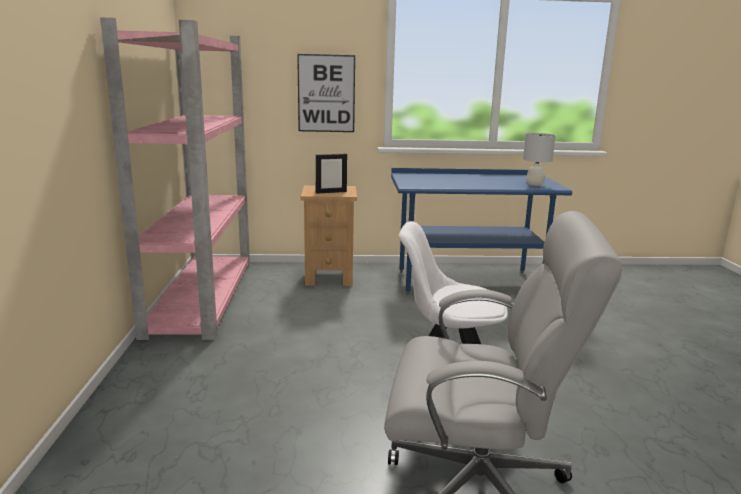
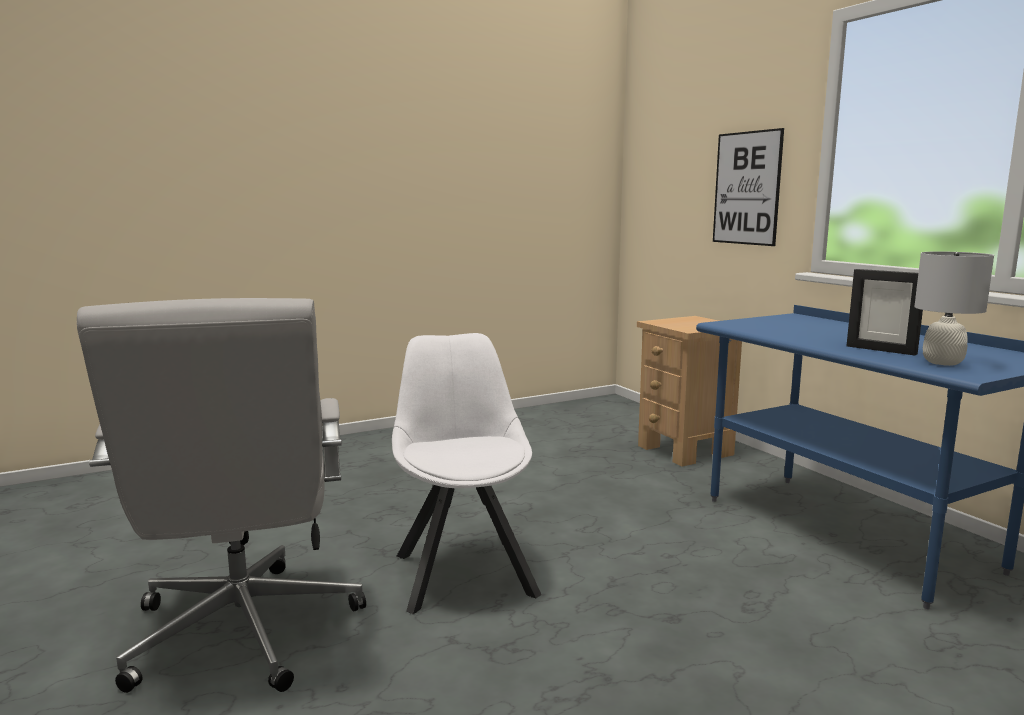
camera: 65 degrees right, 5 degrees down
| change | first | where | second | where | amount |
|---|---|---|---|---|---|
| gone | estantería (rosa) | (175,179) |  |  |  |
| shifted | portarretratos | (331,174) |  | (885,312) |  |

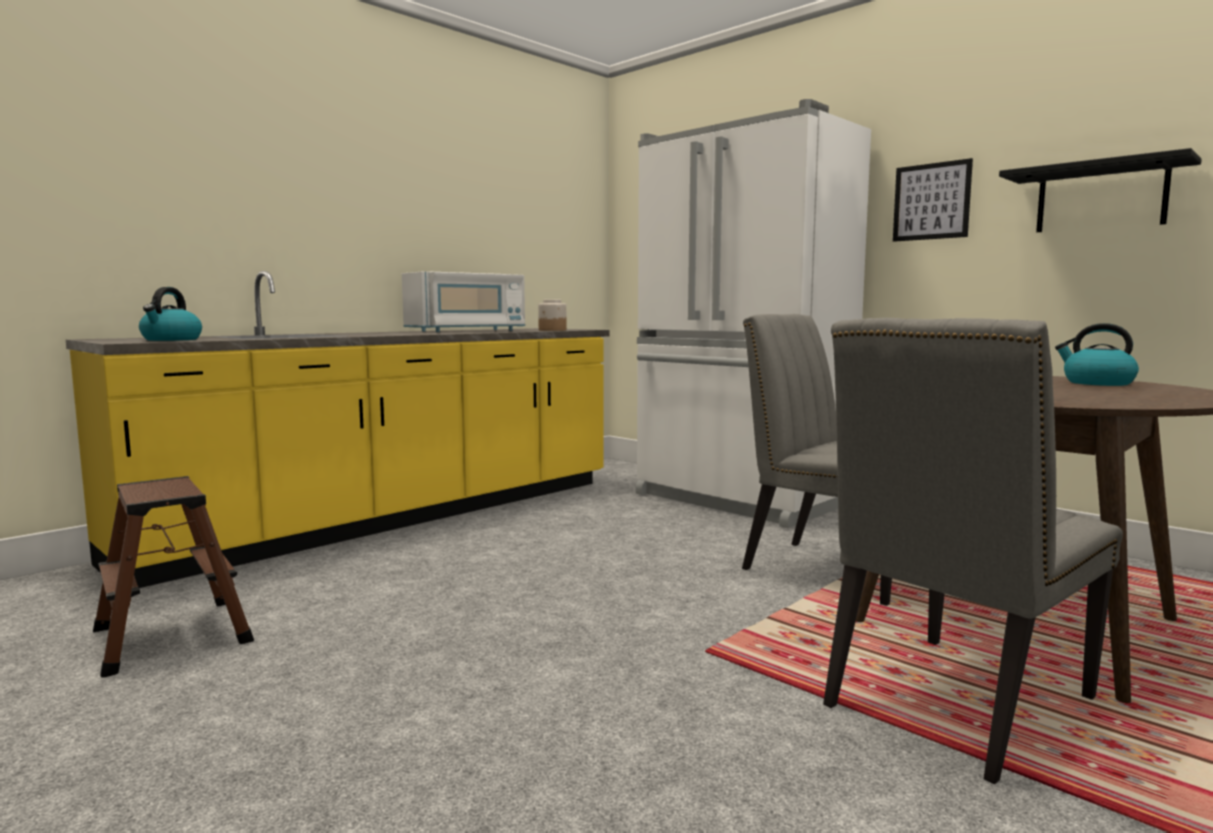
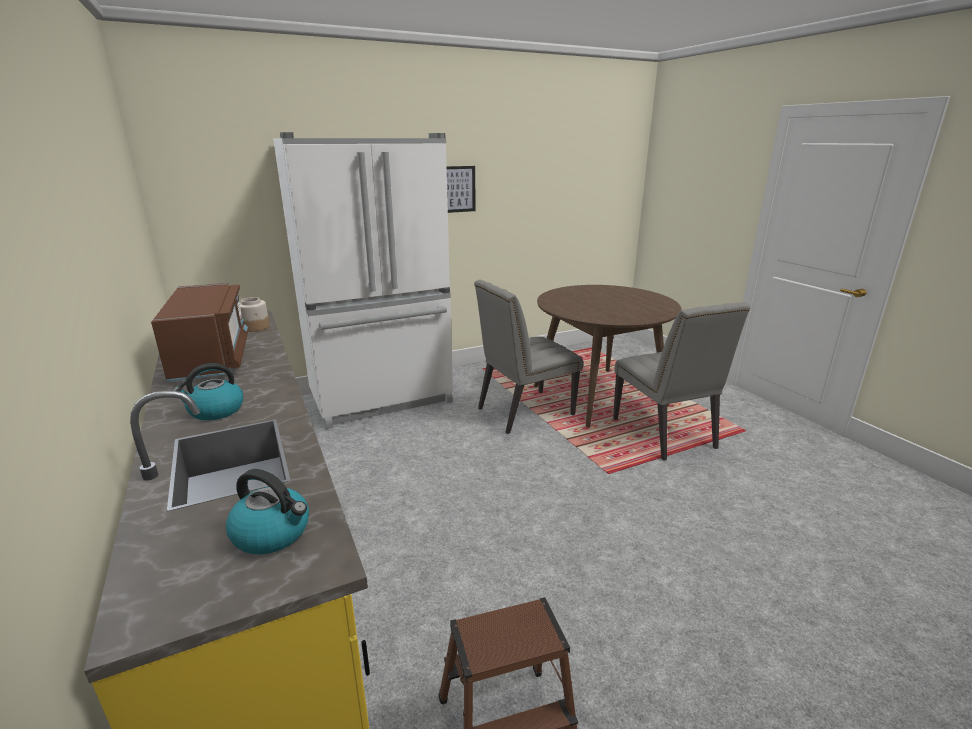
camera: 70 degrees left, 15 degrees up
| change | first | where | second | where | amount |
|---|---|---|---|---|---|
| repainted | microondas (blanco) | (463,302) | microondas (marrón) | (199,332) |  |
| gone | estante (negro) | (1100,190) |  |  |  |
| shifted | hervidor | (1097,354) |  | (208,391) |  |

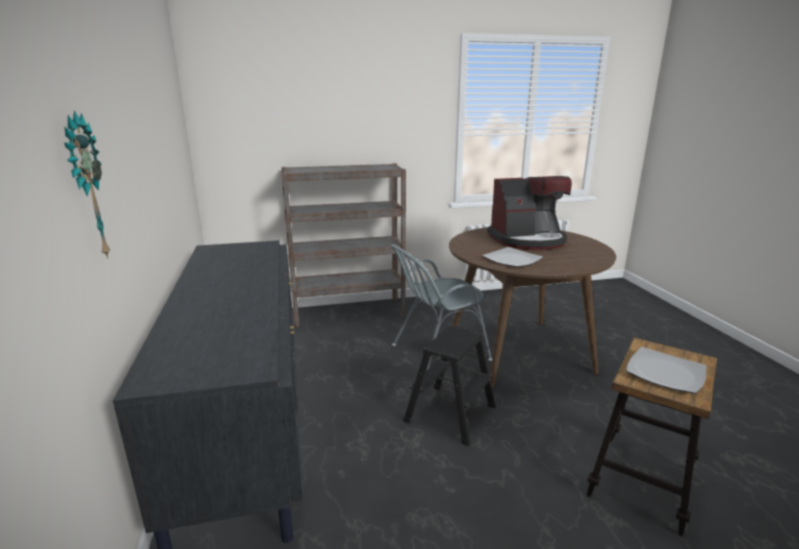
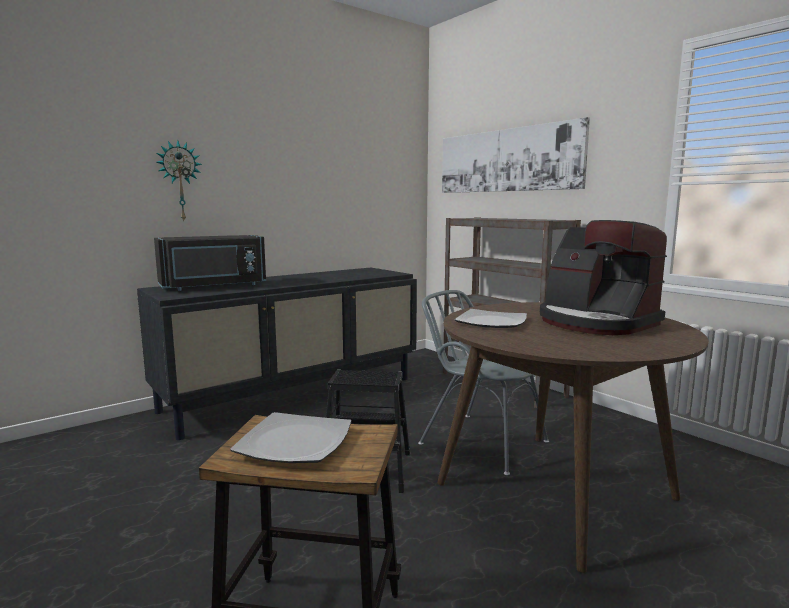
camera: 65 degrees right, 10 degrees down
| change | first | where | second | where | amount |
|---|---|---|---|---|---|
| new |  |  | microondas (negro) | (210,263) |  |
| new |  |  | cuadro | (516,155) |  |

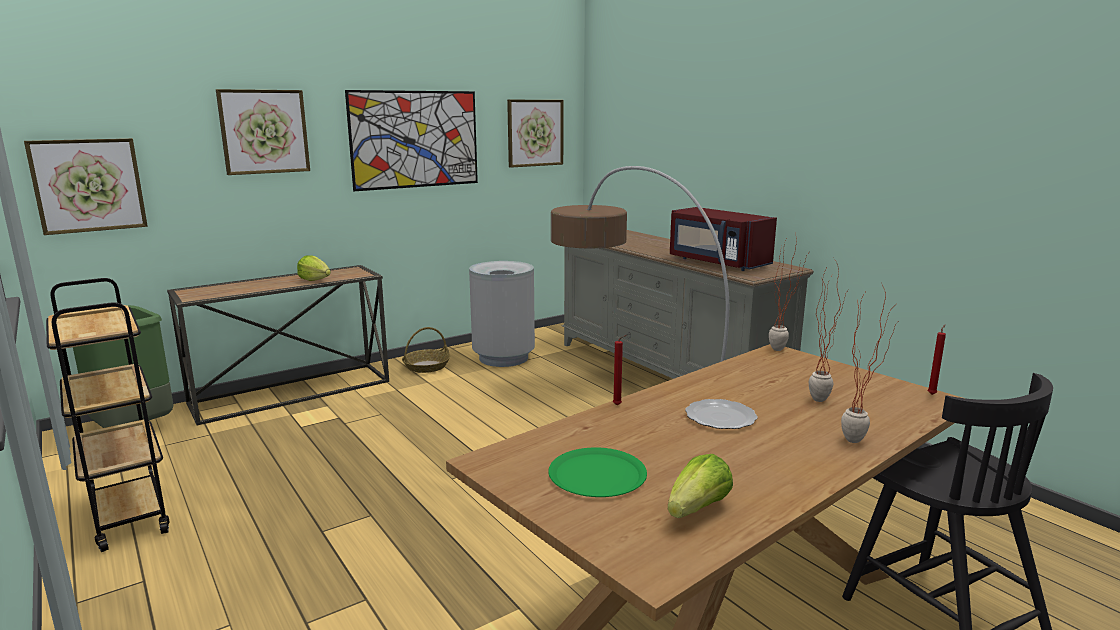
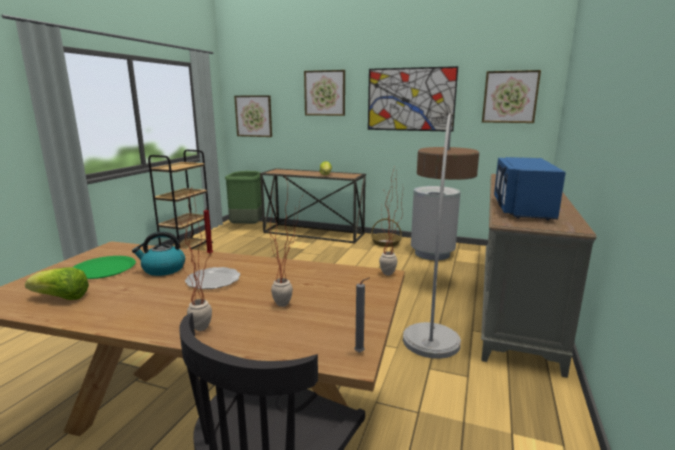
camera: 55 degrees right, 0 degrees up
| change | first | where | second | where | amount |
|---|---|---|---|---|---|
| repainted | microondas (rojo) | (723,239) | microondas (azul) | (530,188) |  |
| repainted | vela (rojo) | (936,360) | vela (gris) | (362,315) |  |
| new |  |  | hervidor | (158,254) |  |

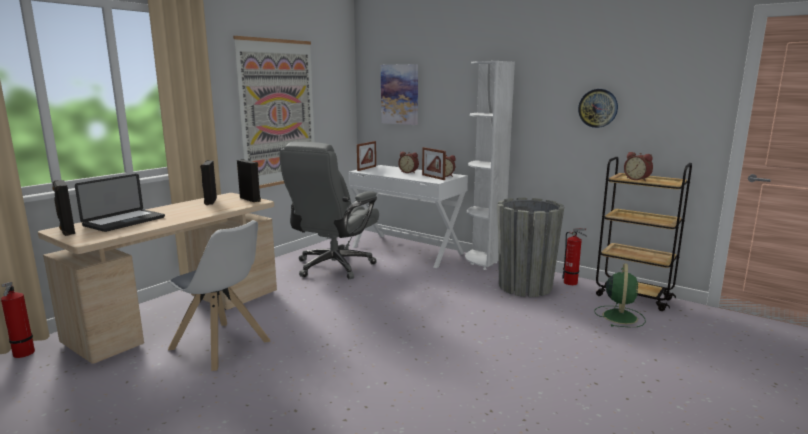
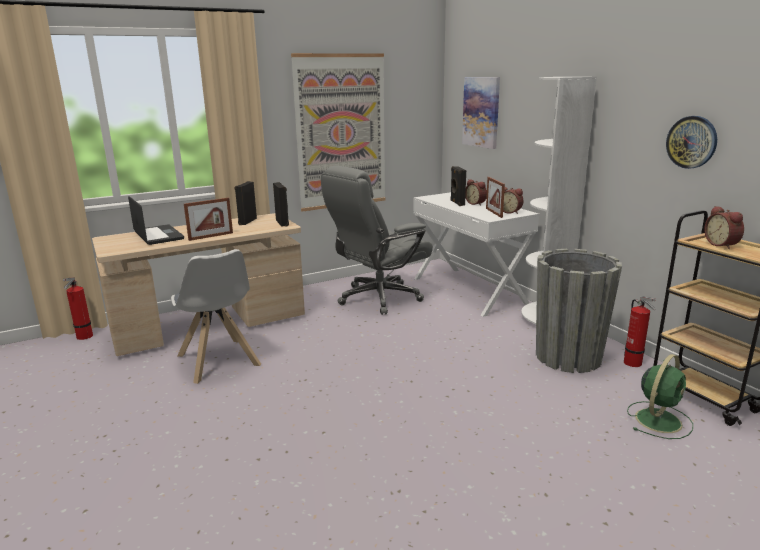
camera: 25 degrees right, 5 degrees up
| change | first | where | second | where | amount |
|---|---|---|---|---|---|
| shifted | altavoz (negro) | (63,208) |  | (458,186) |  |
| rotated | portátil | (120,203) |  | (156,220) | 90 degrees counterclockwise |
| shifted | portarretratos | (366,156) |  | (208,219) |  |

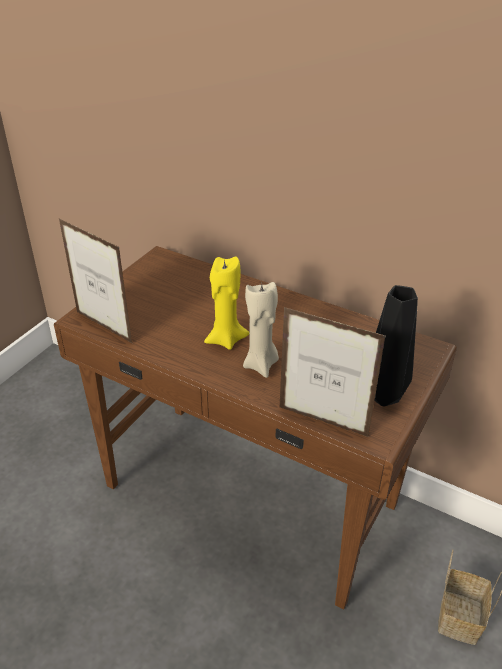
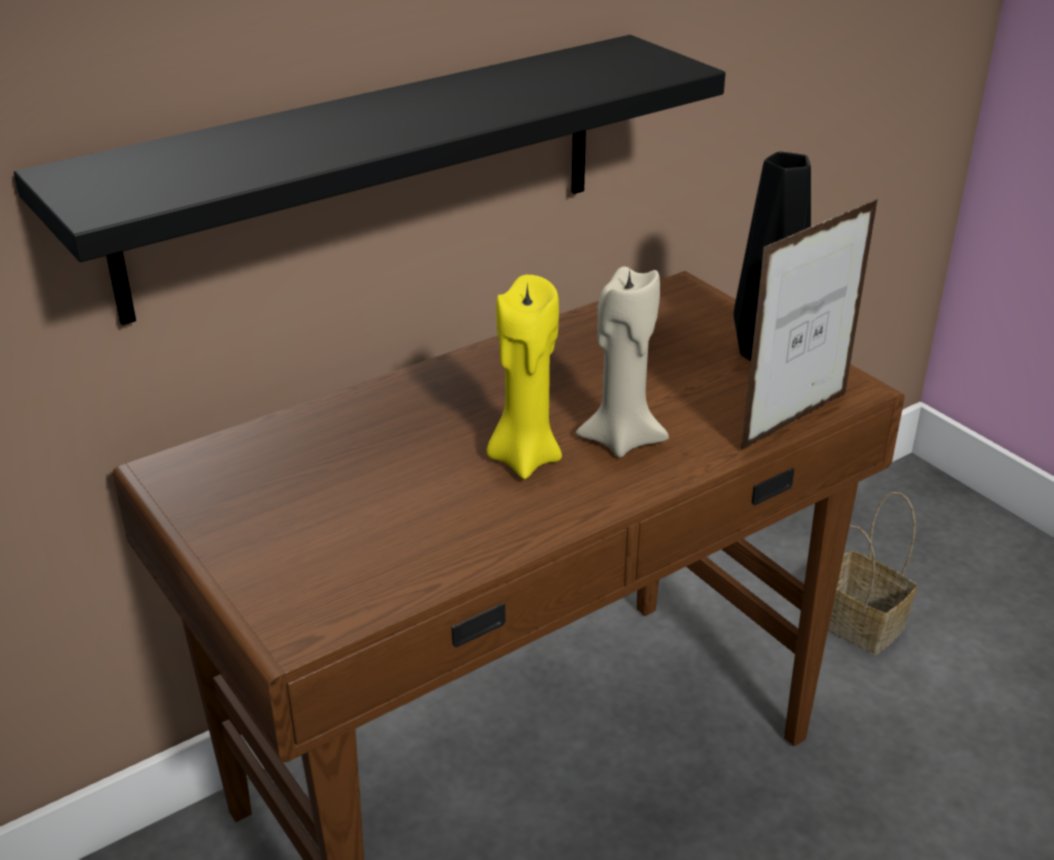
camera: 65 degrees left, 5 degrees down
| change | first | where | second | where | amount |
|---|---|---|---|---|---|
| gone | portarretratos | (95,280) |  |  |  |
| new |  |  | estante (negro) | (369,180) |  |

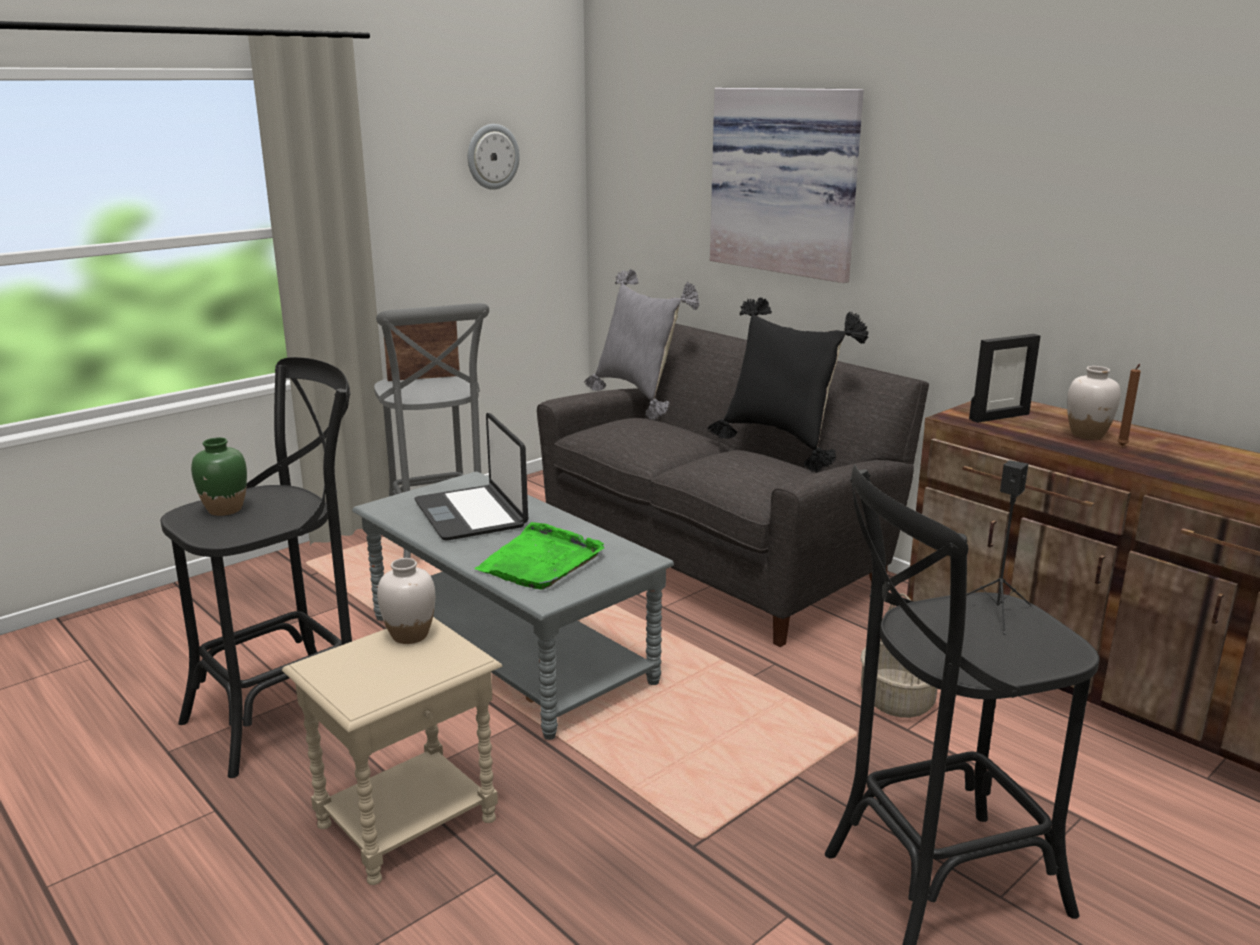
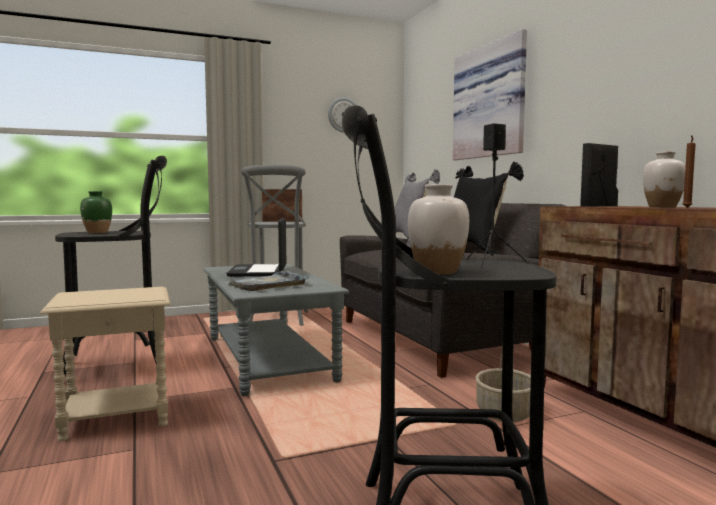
camera: 20 degrees right, 15 degrees down
| change | first | where | second | where | amount |
|---|---|---|---|---|---|
| shifted | florero (blanco) | (406,601) |  | (438,229) |  |
| repainted | bandeja (verde) | (539,556) | bandeja (gris) | (267,281) |  |
| rotated | portarretratos | (1004,378) |  | (599,175) | 150 degrees clockwise |

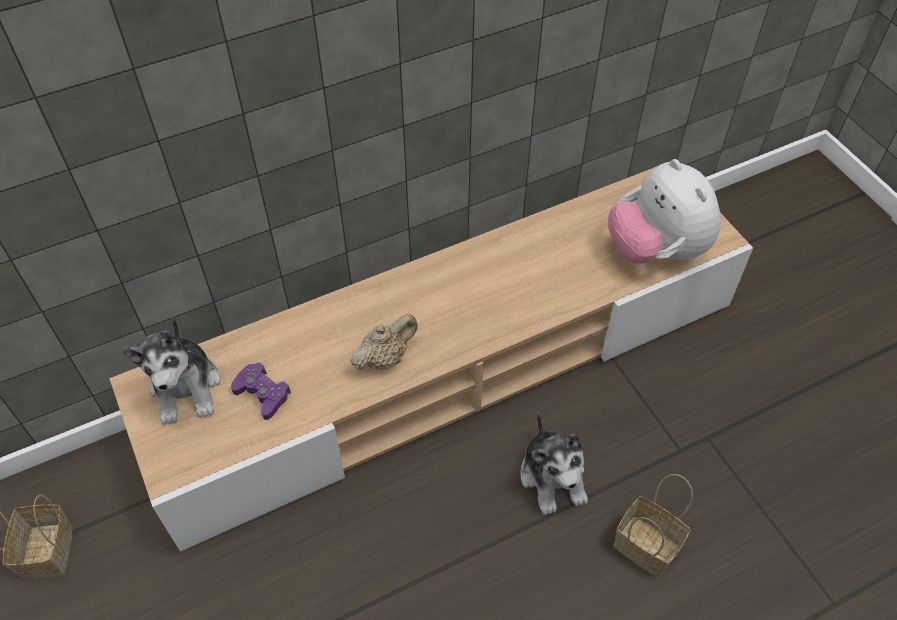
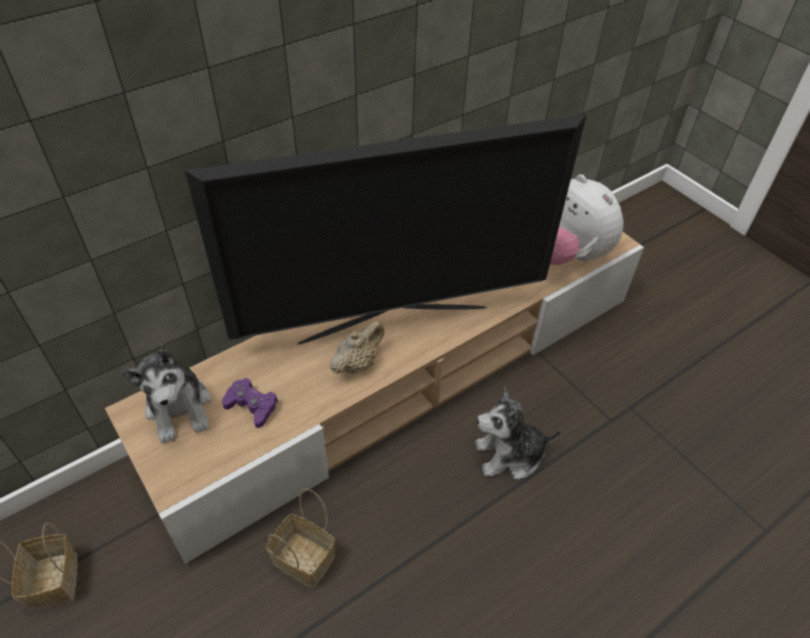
camera: 10 degrees left, 5 degrees down
| change | first | where | second | where | amount |
|---|---|---|---|---|---|
| rotated | peluche | (554,463) |  | (518,433) | 105 degrees clockwise |
| shifted | cesta | (653,525) |  | (300,538) |  |
| new |  |  | televisor | (386,229) |  |

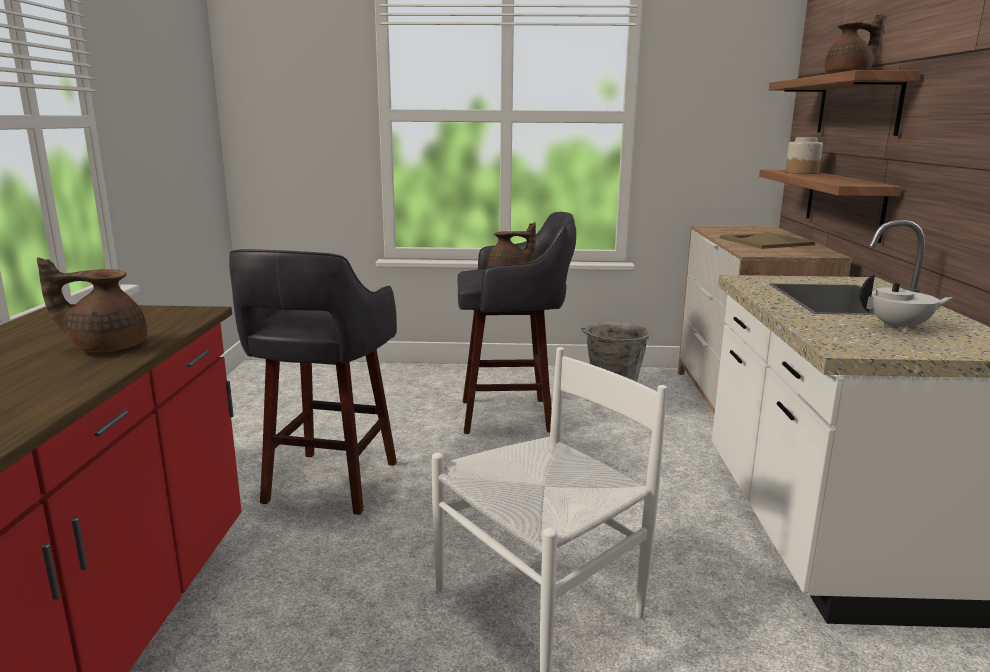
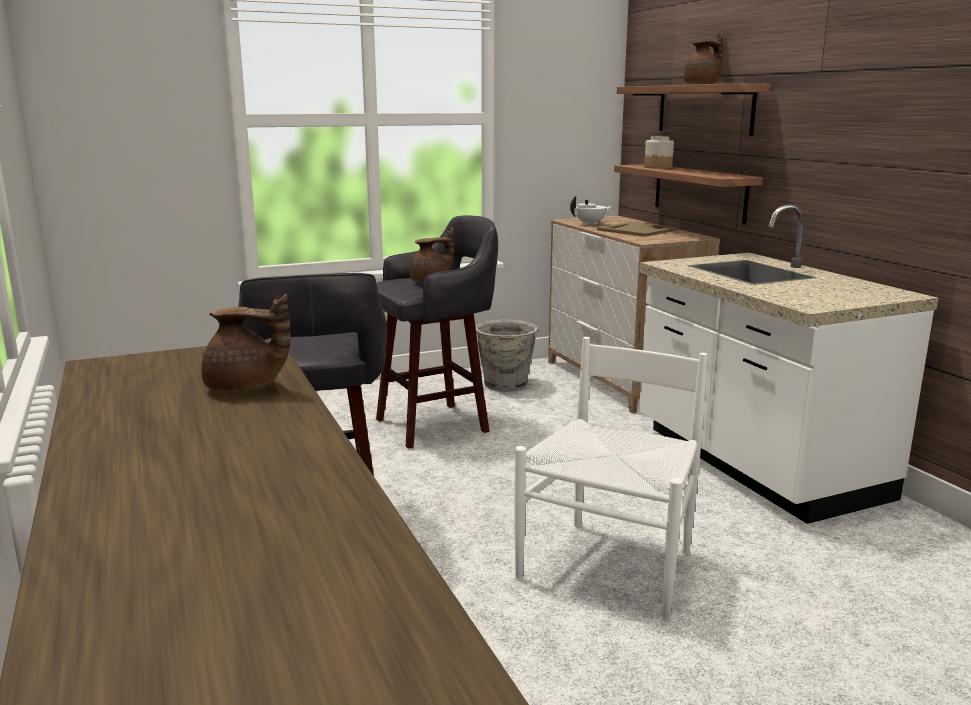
camera: 25 degrees left, 0 degrees up
| change | first | where | second | where | amount |
|---|---|---|---|---|---|
| rotated | tetera (marrón) | (92,304) |  | (246,343) | 135 degrees counterclockwise |
| shifted | tetera (blanco) | (906,303) |  | (591,211) |  |

